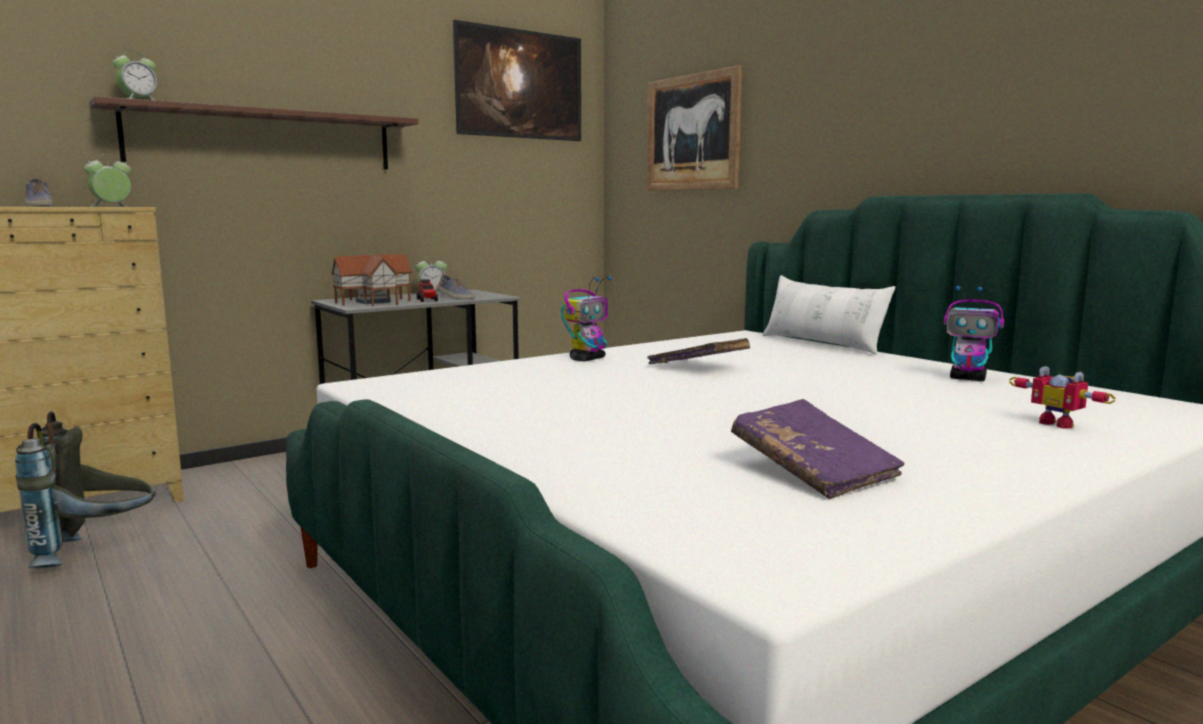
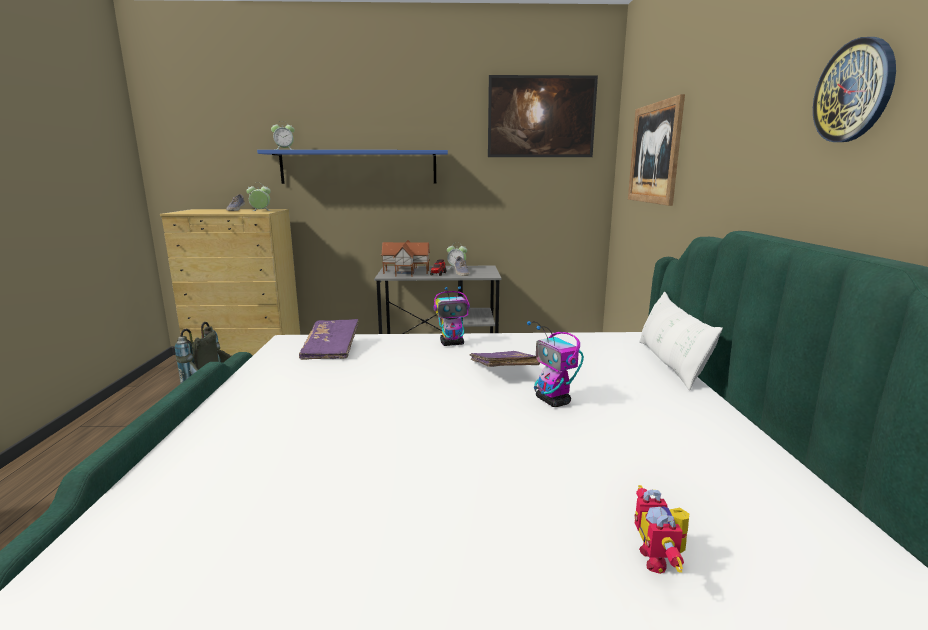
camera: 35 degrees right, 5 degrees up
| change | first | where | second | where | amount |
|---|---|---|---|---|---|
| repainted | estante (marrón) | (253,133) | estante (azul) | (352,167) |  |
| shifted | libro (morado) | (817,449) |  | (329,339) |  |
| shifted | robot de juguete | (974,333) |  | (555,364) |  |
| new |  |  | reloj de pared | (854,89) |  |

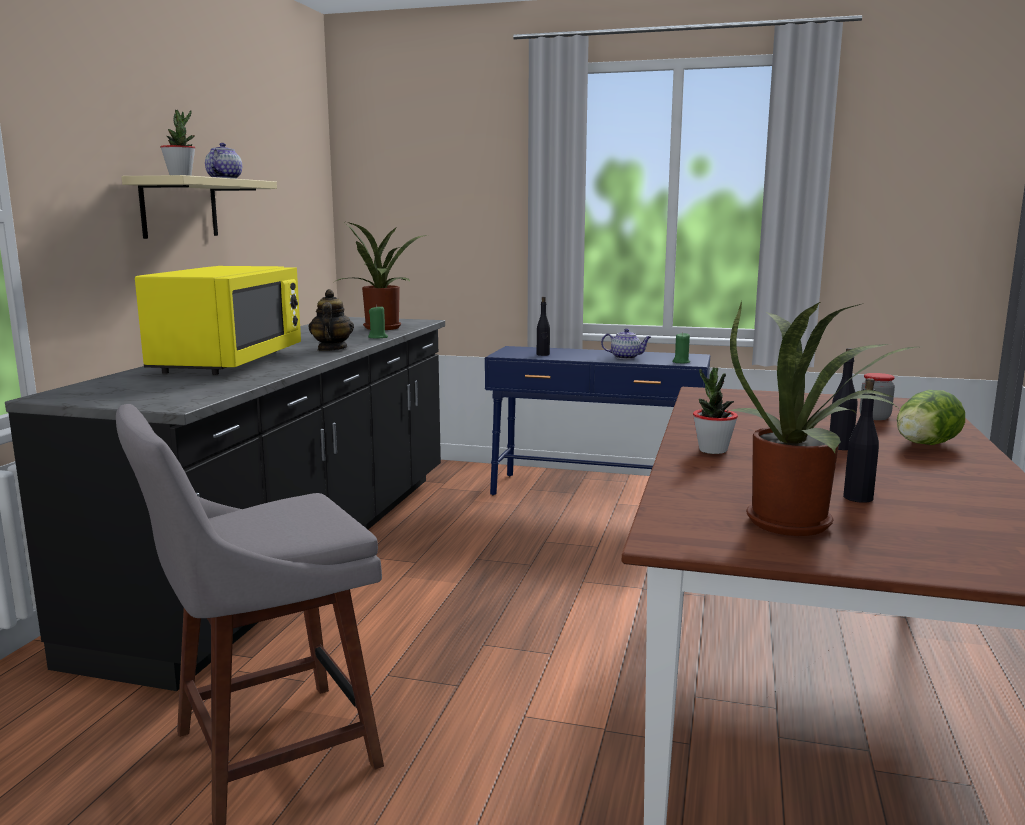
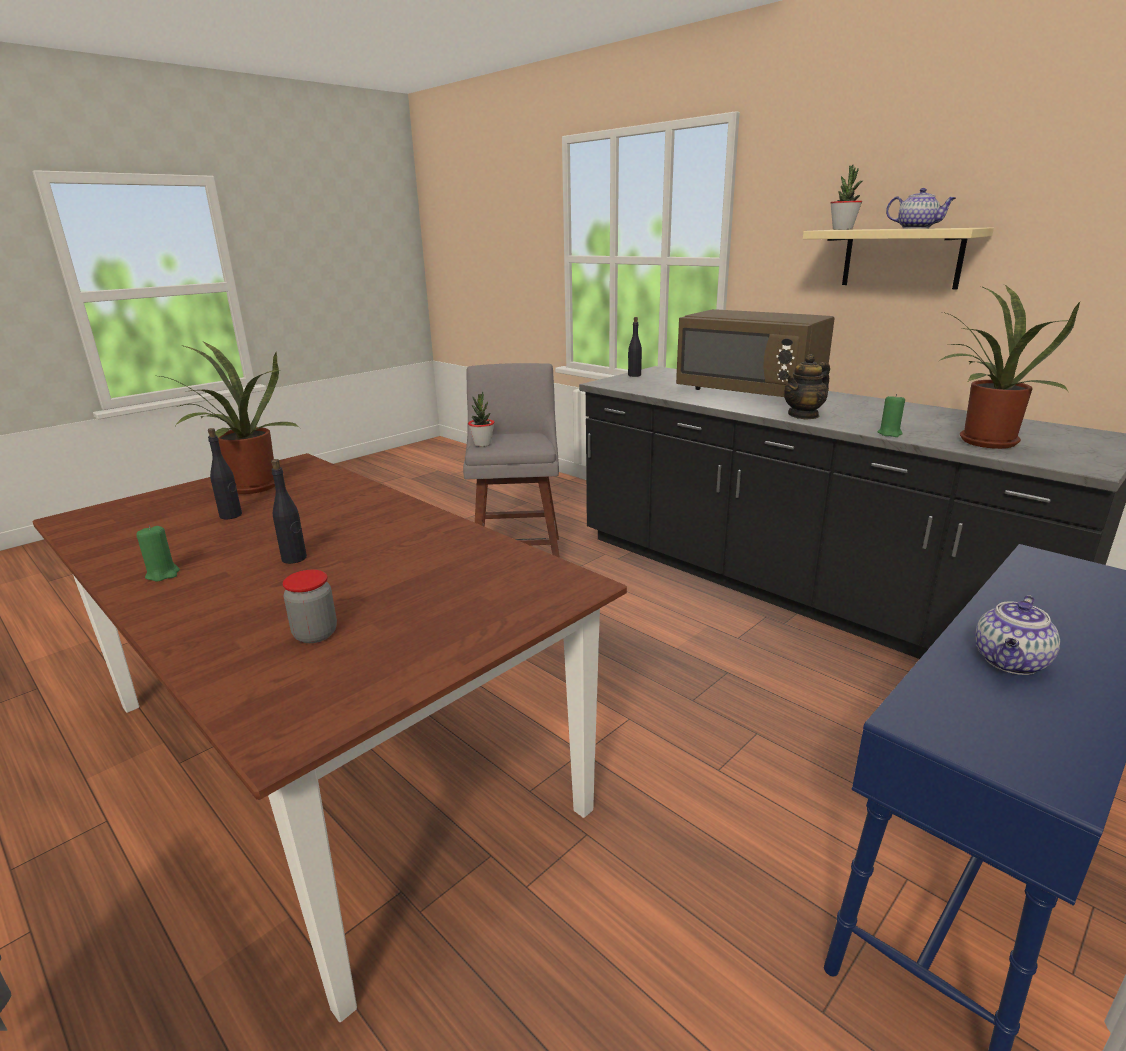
camera: 120 degrees right, 10 degrees up
| change | first | where | second | where | amount |
|---|---|---|---|---|---|
| repainted | microondas (amarillo) | (218,320) | microondas (marrón) | (755,353) |  |
| rotated | tetera | (331,320) |  | (807,387) | 120 degrees clockwise |
| shifted | botella (negro) | (543,326) |  | (635,347) |  |
| shifted | vela (verde) | (681,348) |  | (158,553) |  |
| shifted | planta en maceta | (715,411) |  | (481,419) |  |
| gone | lechuga | (931,417) |  |  |  |

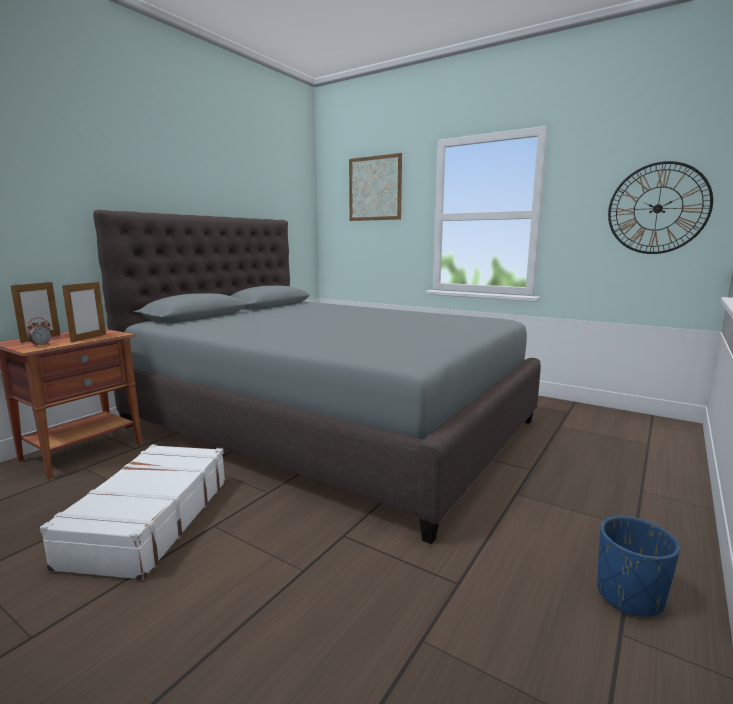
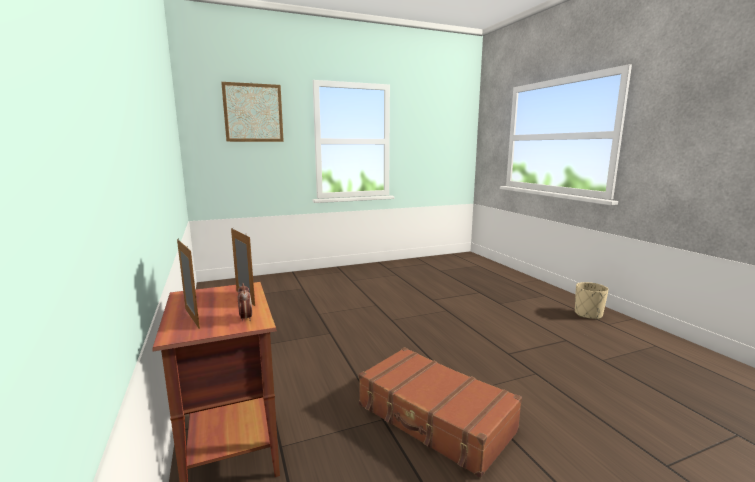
camera: 55 degrees left, 0 degrees up
| change | first | where | second | where | amount |
|---|---|---|---|---|---|
| repainted | maleta (blanco) | (133,512) | maleta (marrón) | (440,412) |  |
| gone | cama (gris) | (317,377) |  |  |  |
| repainted | maceta (azul) | (638,566) | maceta (beis) | (592,300) |  |
| gone | reloj de pared | (660,207) |  |  |  |

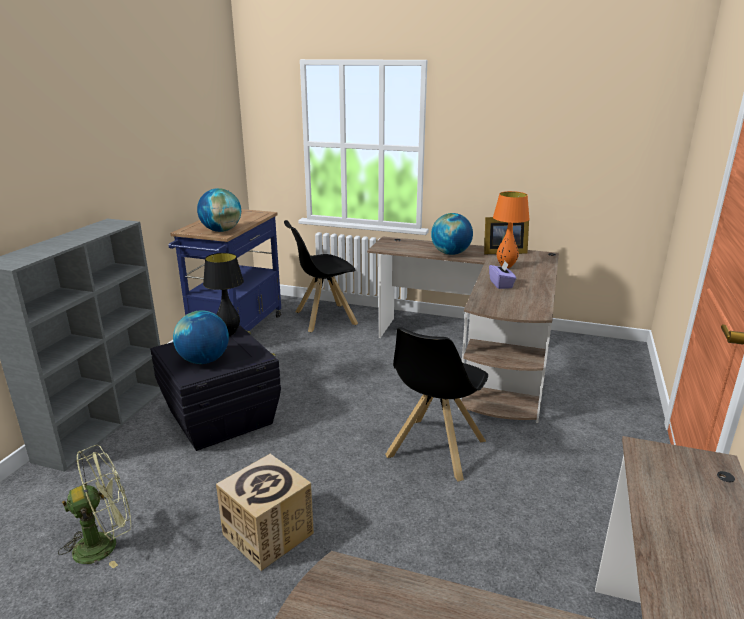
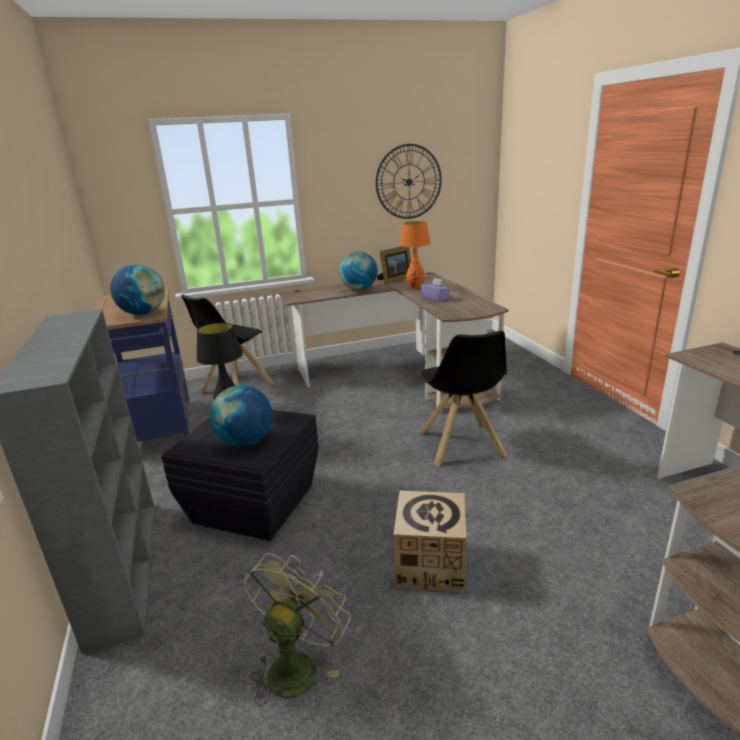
camera: 35 degrees left, 0 degrees up
| change | first | where | second | where | amount |
|---|---|---|---|---|---|
| new |  |  | reloj de pared | (409,181) |  |

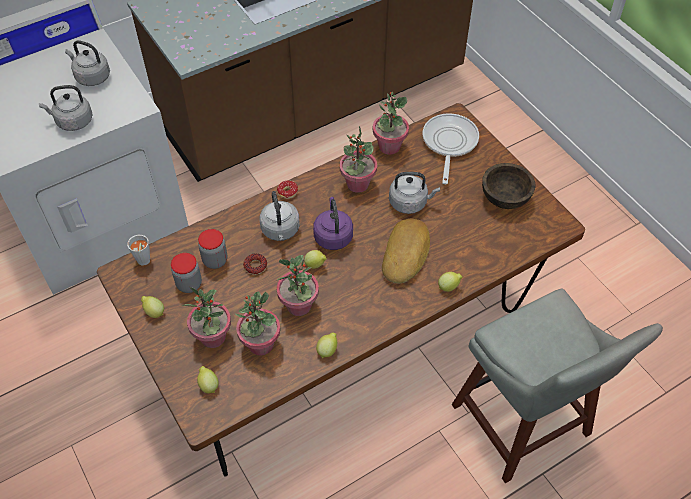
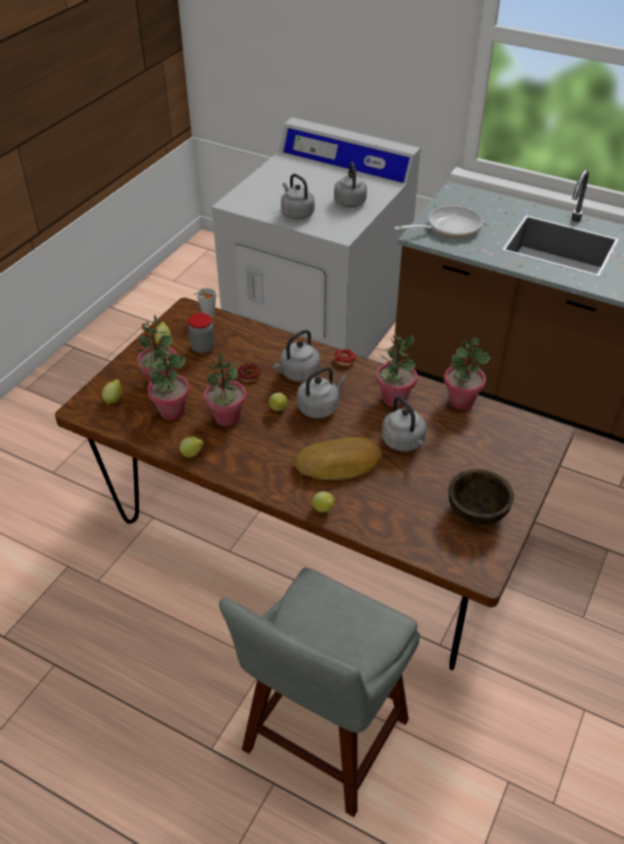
camera: 60 degrees right, 10 degrees down
| change | first | where | second | where | amount |
|---|---|---|---|---|---|
| gone | tarro | (212,249) |  |  |  |
| repainted | hervidor (morado) | (333,223) | hervidor (gris) | (322,392) |  |
| shifted | sartén | (451,148) |  | (438,222) |  |

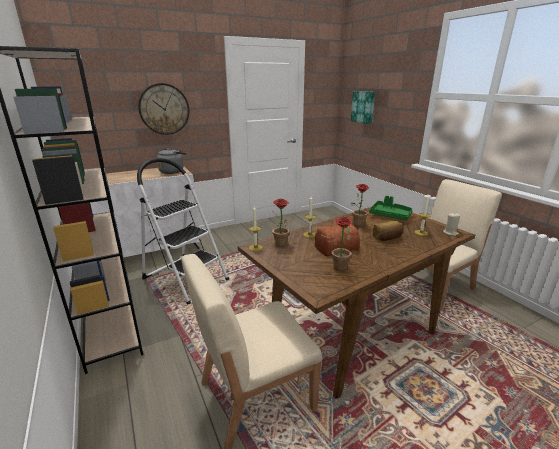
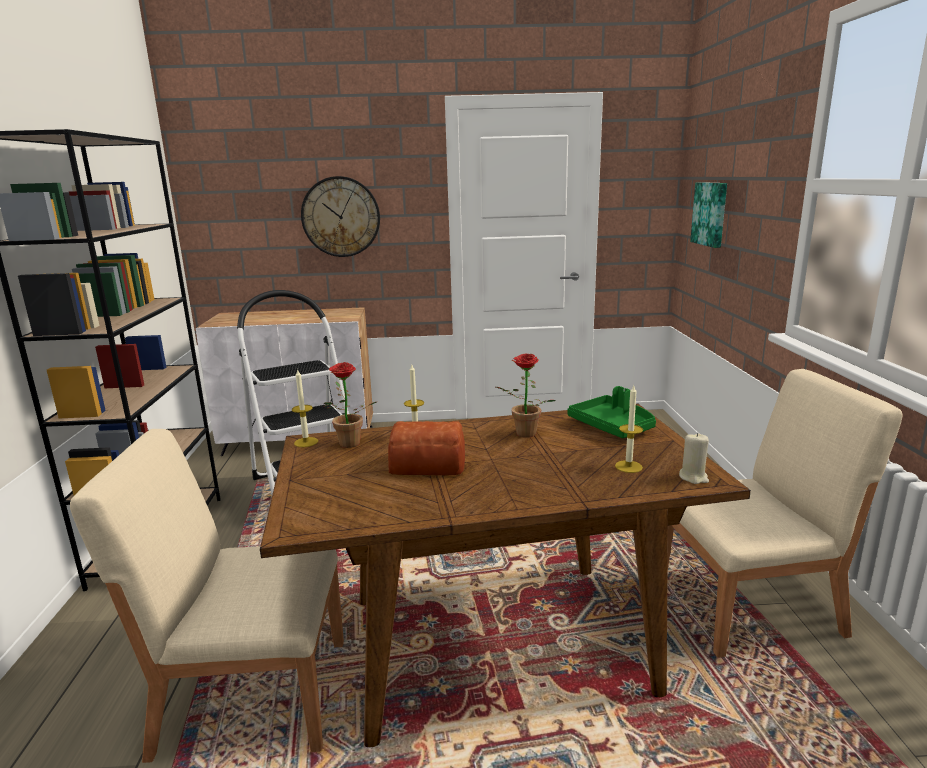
camera: 25 degrees right, 5 degrees down
| change | first | where | second | where | amount |
|---|---|---|---|---|---|
| gone | hervidor (gris) | (172,161) |  |  |  |
| gone | planta en maceta | (338,244) |  |  |  |
| gone | pan | (388,231) |  |  |  |

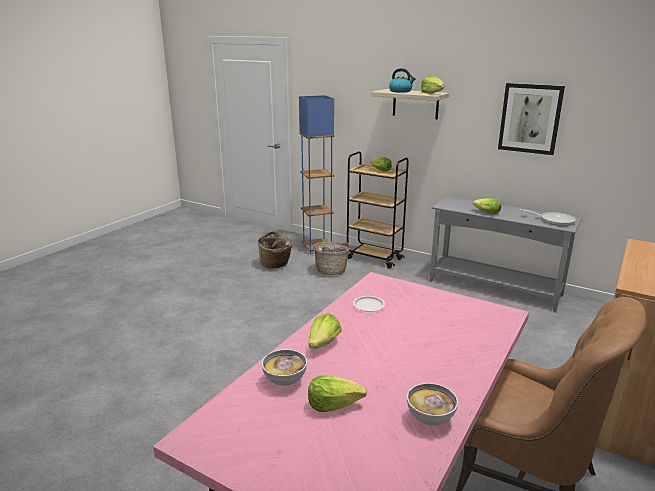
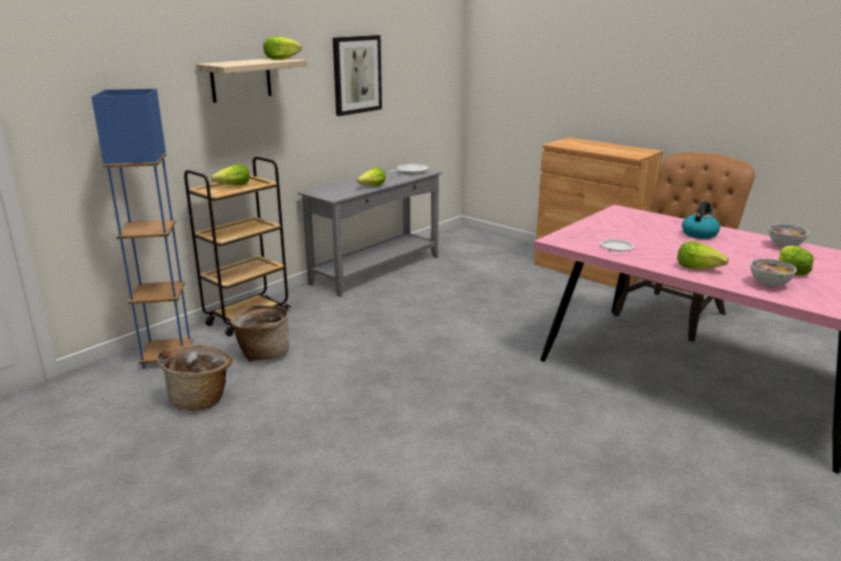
camera: 80 degrees left, 0 degrees up
| change | first | where | second | where | amount |
|---|---|---|---|---|---|
| shifted | hervidor | (402,80) |  | (701,220) |  |

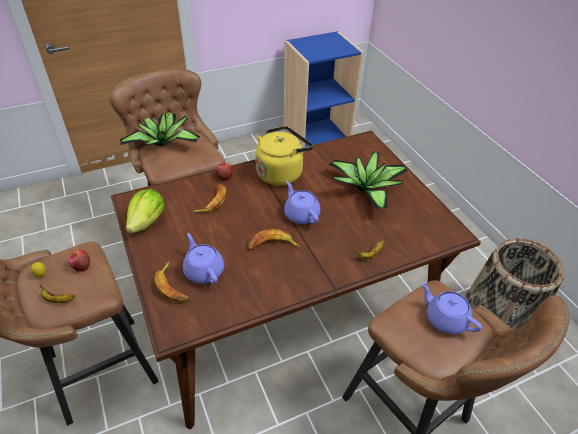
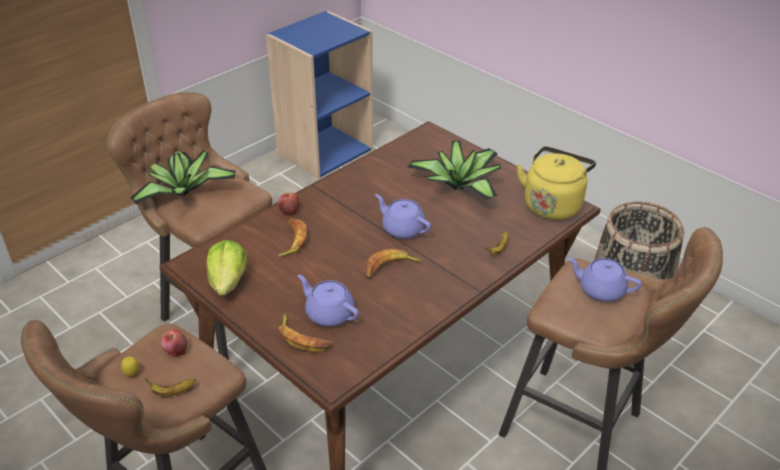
camera: 20 degrees left, 5 degrees down
| change | first | where | second | where | amount |
|---|---|---|---|---|---|
| shifted | hervidor (amarillo) | (284,156) |  | (556,183) |  |

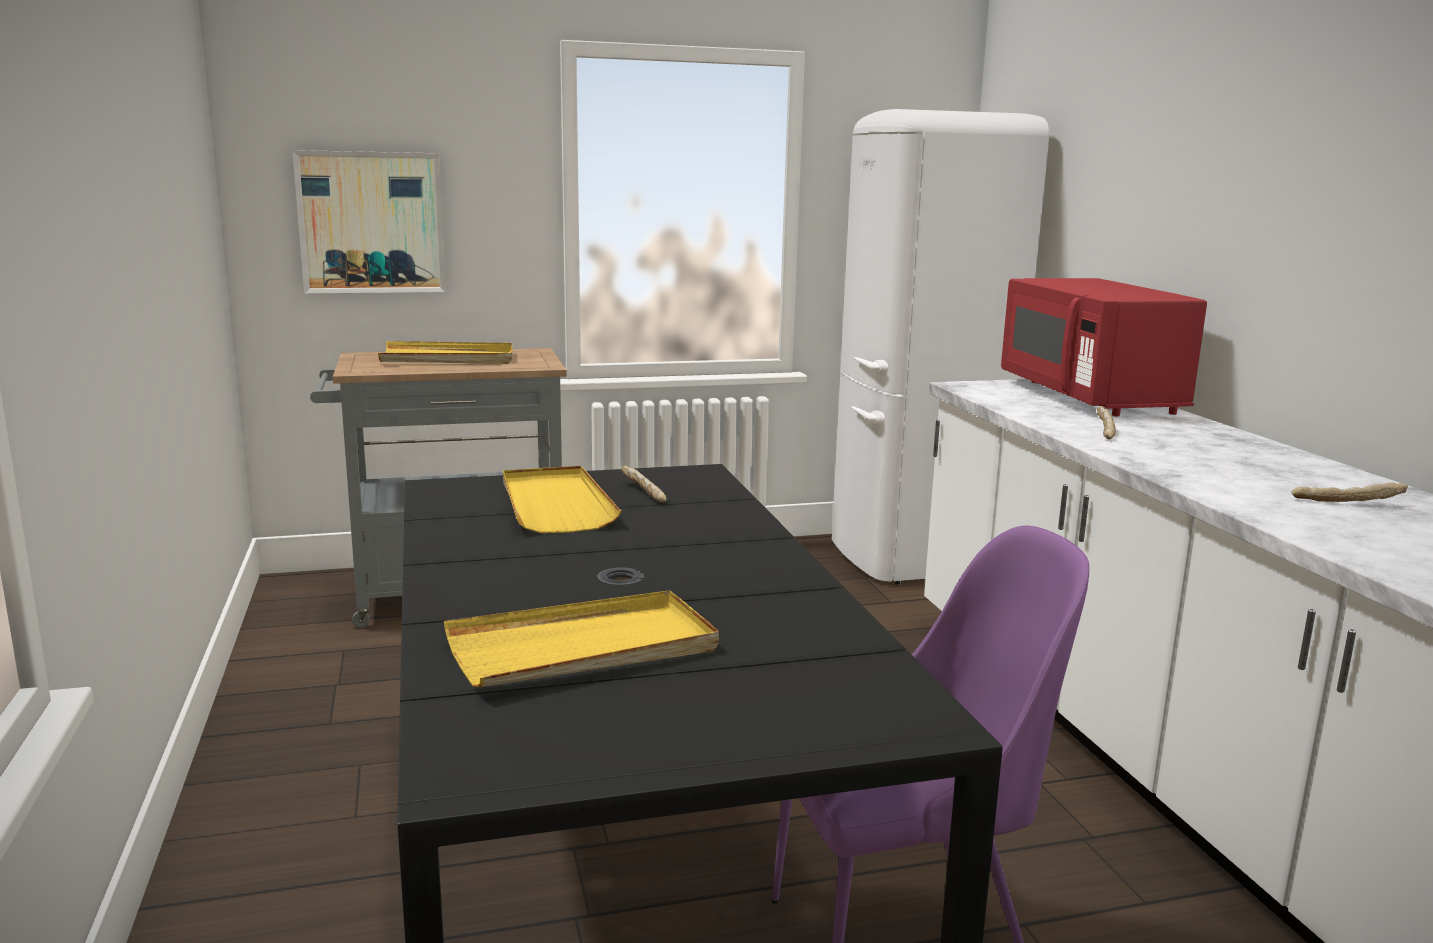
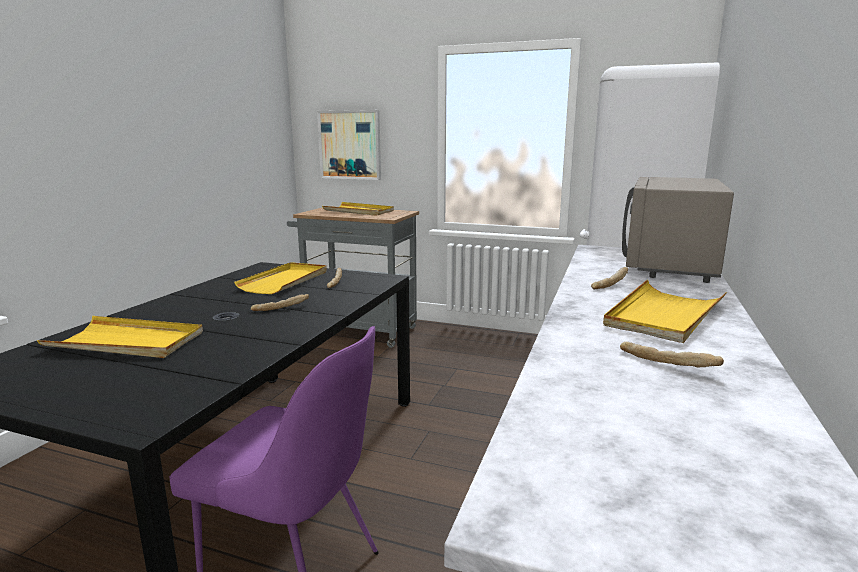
camera: 35 degrees right, 0 degrees up
| change | first | where | second | where | amount |
|---|---|---|---|---|---|
| repainted | microondas (rojo) | (1104,347) | microondas (gris) | (678,230) |  |
| new |  |  | pan | (280,302) |  |
| new |  |  | bandeja (amarillo) | (665,311) |  |

